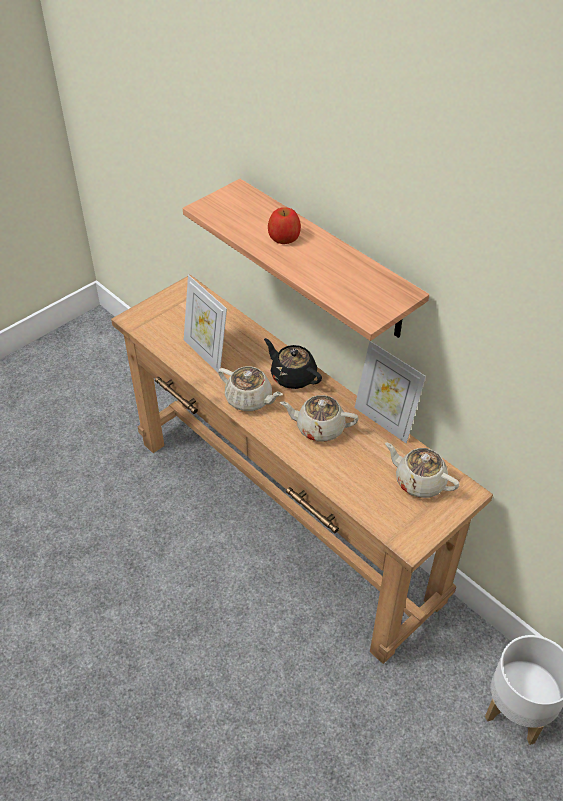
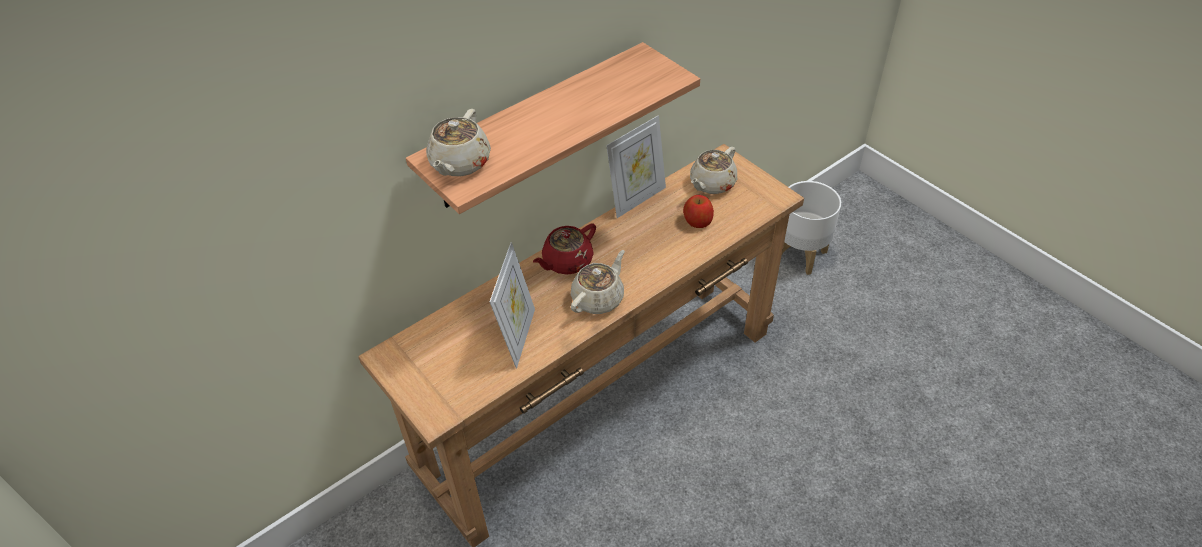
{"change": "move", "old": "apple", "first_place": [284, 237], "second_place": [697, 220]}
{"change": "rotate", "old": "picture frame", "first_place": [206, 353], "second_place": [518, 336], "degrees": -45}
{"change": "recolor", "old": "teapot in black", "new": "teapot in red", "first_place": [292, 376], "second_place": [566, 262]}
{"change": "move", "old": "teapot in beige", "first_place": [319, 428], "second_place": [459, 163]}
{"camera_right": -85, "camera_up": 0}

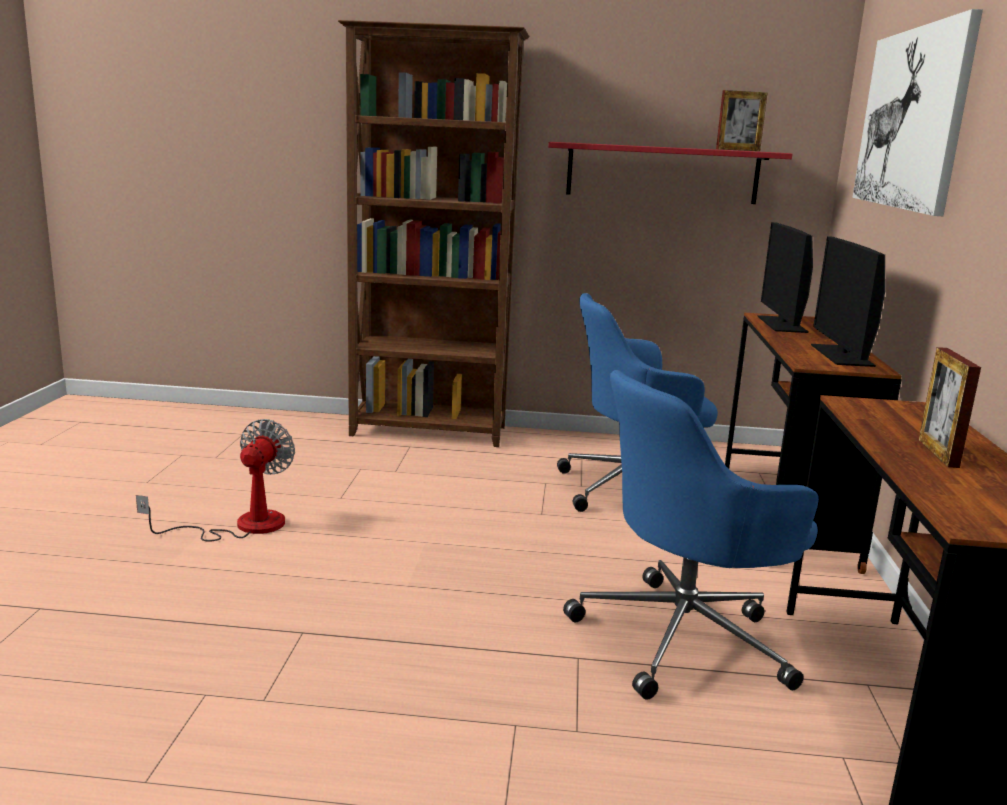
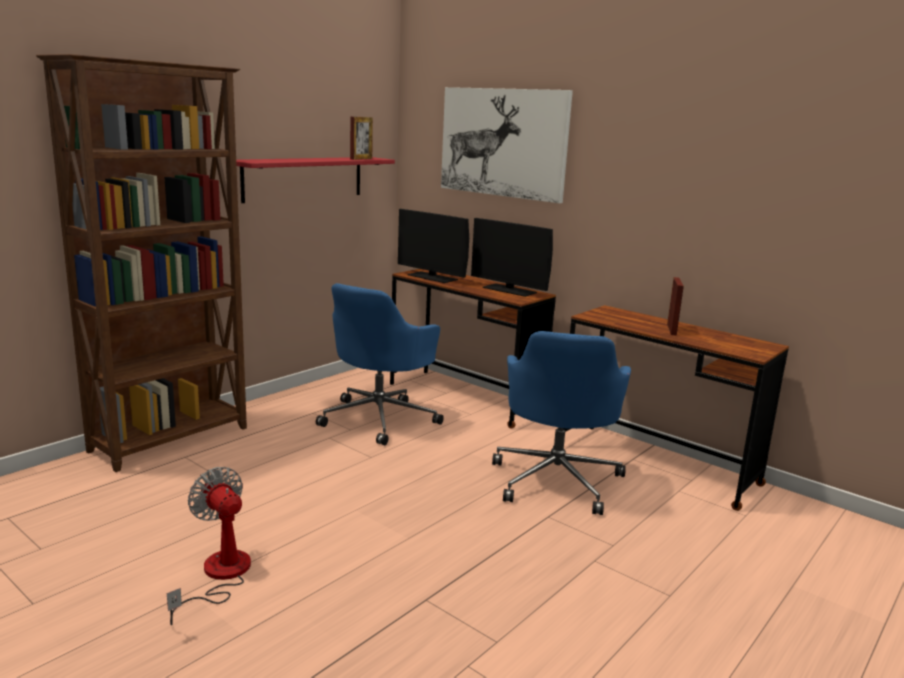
{"change": "rotate", "old": "picture frame", "first_place": [938, 453], "second_place": [671, 329], "degrees": -120}
{"camera_right": -55, "camera_up": 0}

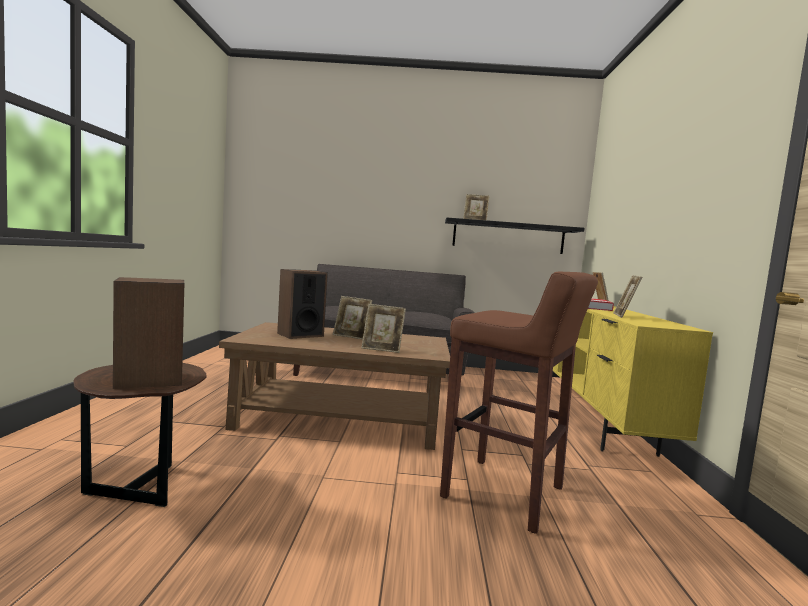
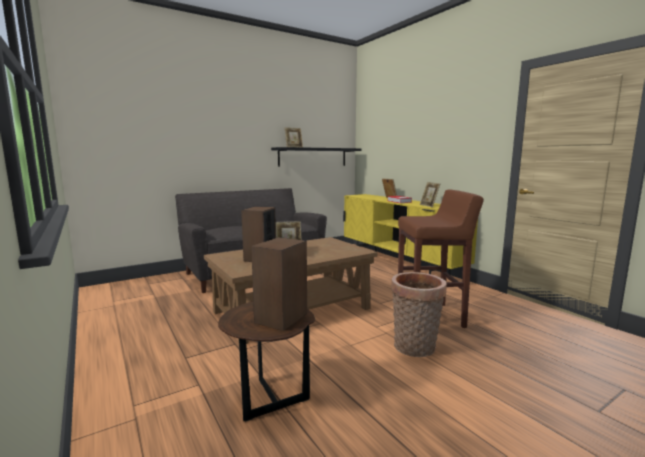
{"change": "delete", "old": "picture frame", "first_place": [382, 349]}
{"change": "insert", "new": "basket", "second_place": [415, 348]}
{"camera_right": -35, "camera_up": 5}

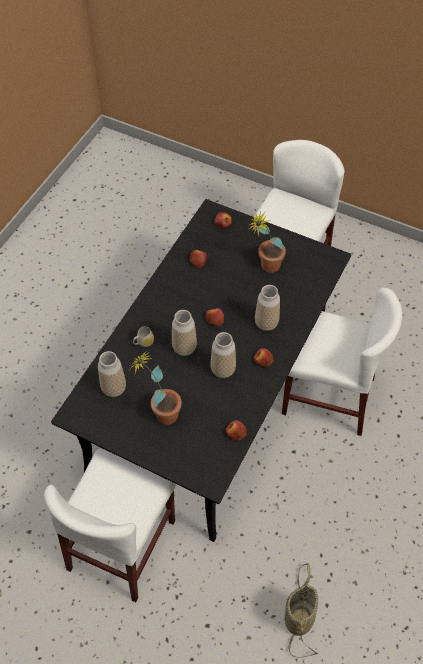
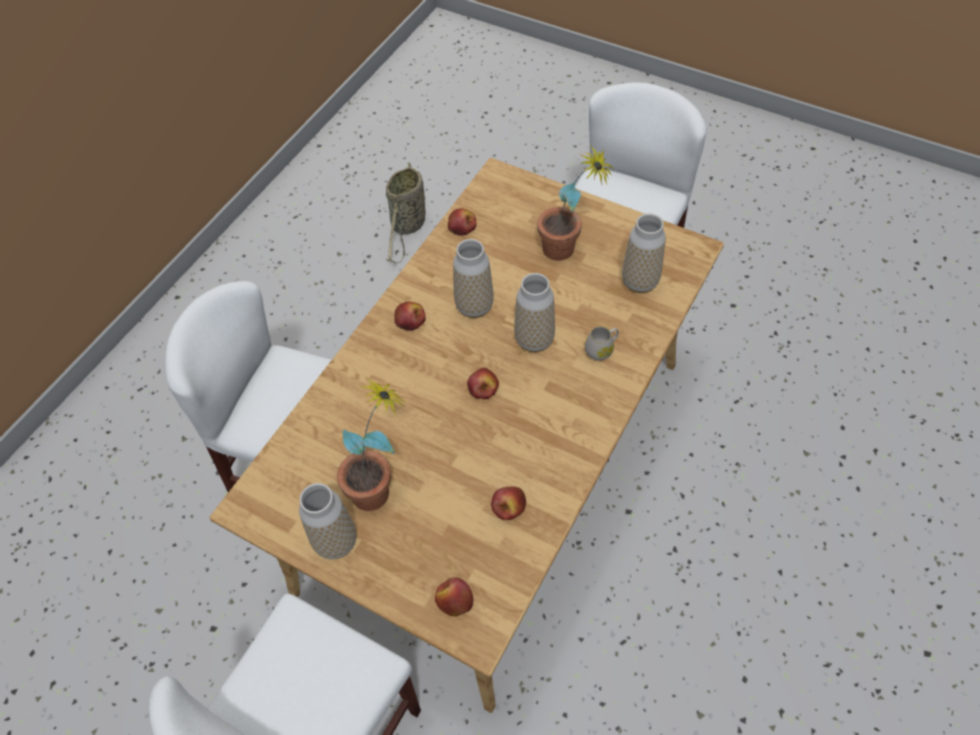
{"change": "recolor", "old": "dining table in black", "new": "dining table in beige", "first_place": [212, 400], "second_place": [495, 471]}
{"change": "move", "old": "vase", "first_place": [266, 323], "second_place": [336, 542]}
{"camera_right": -175, "camera_up": 0}

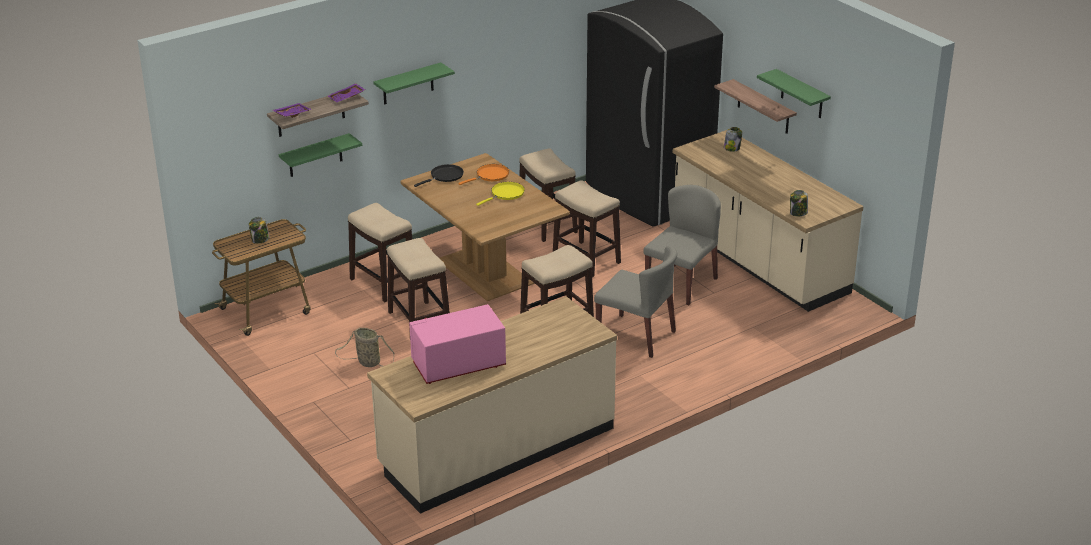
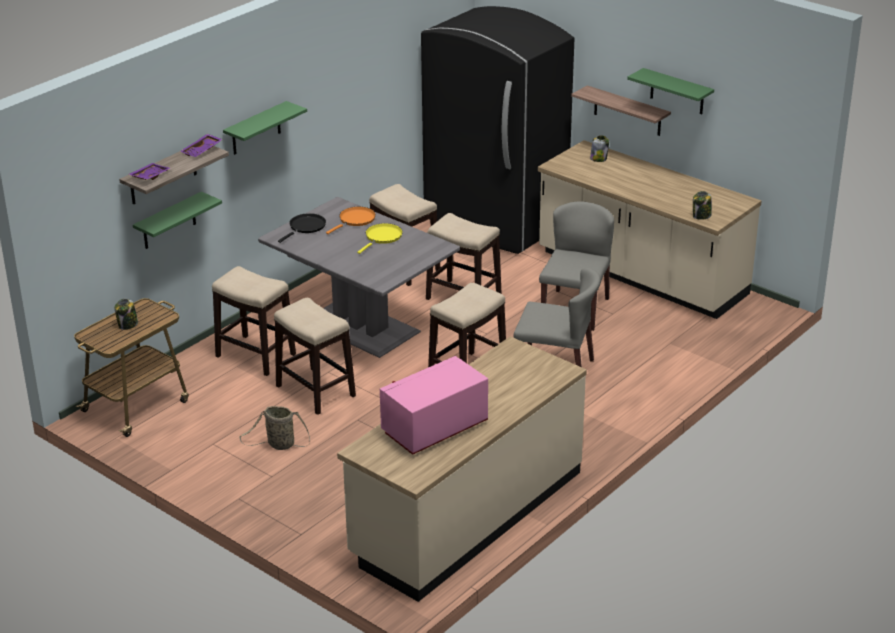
{"change": "recolor", "old": "dining table in brown", "new": "dining table in grey", "first_place": [485, 271], "second_place": [362, 326]}
{"camera_right": -15, "camera_up": 0}

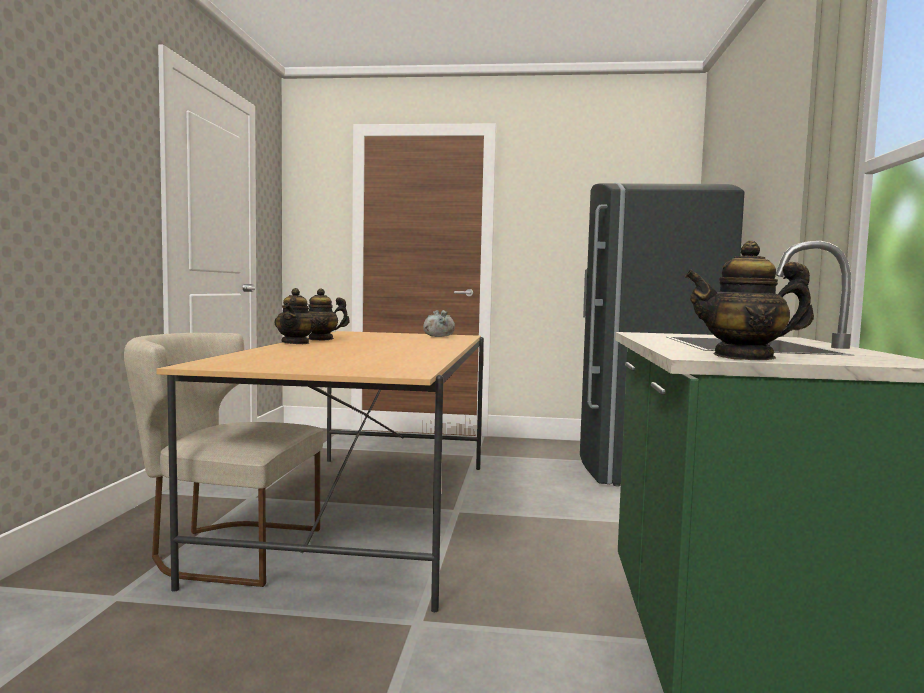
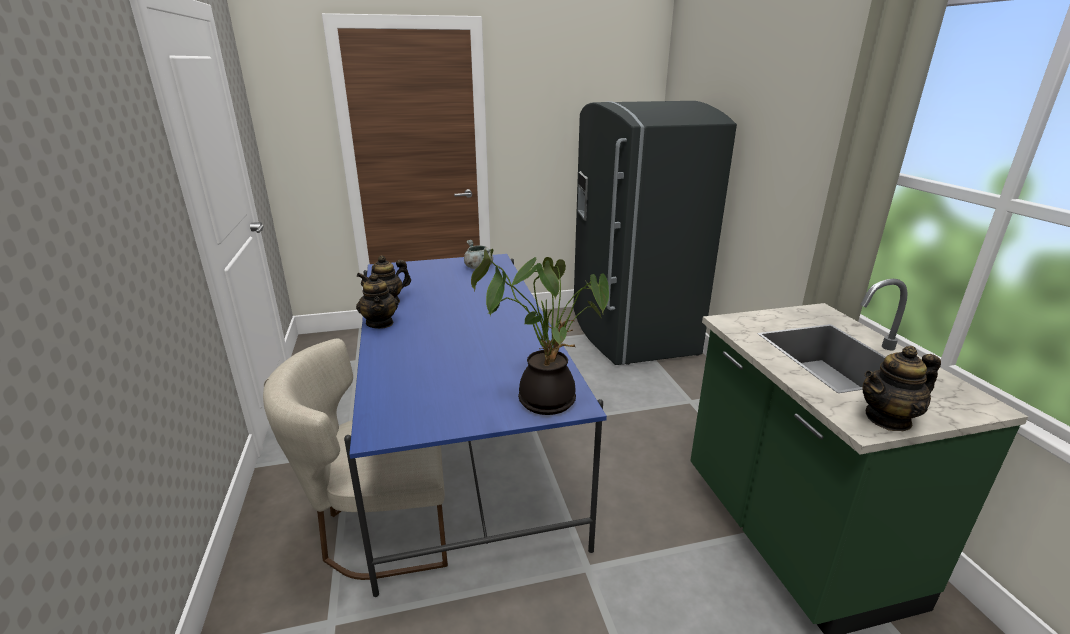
{"change": "recolor", "old": "dining table in beige", "new": "dining table in blue", "first_place": [366, 513], "second_place": [463, 447]}
{"change": "insert", "new": "potted plant", "second_place": [545, 398]}
{"camera_right": -20, "camera_up": 20}

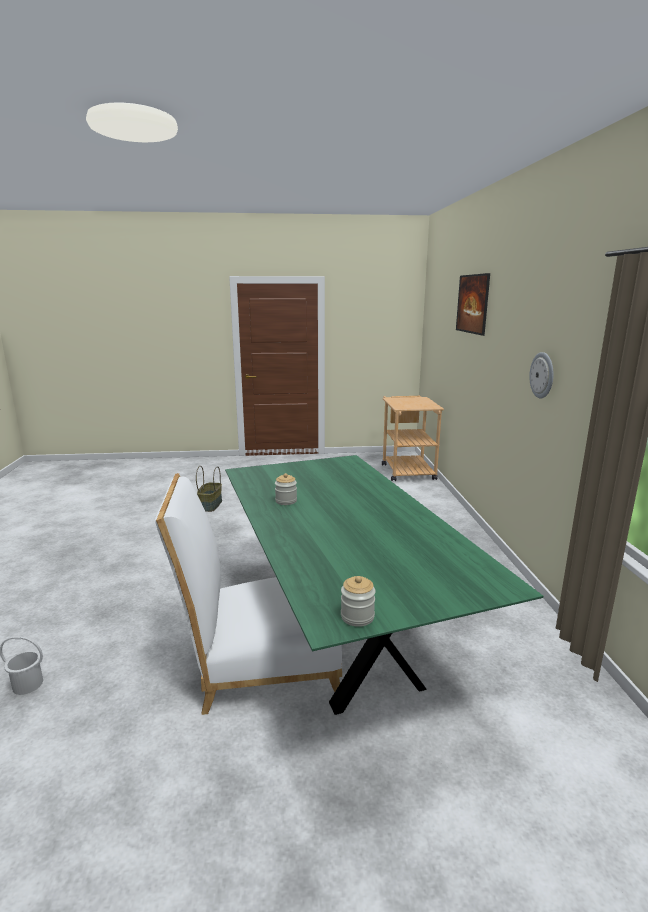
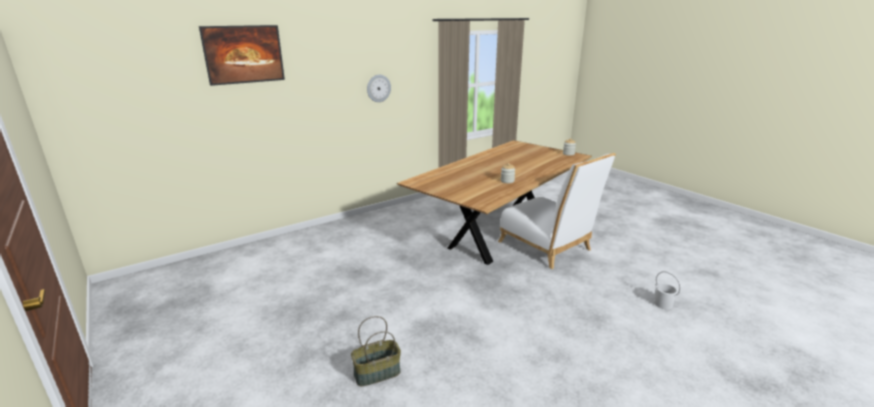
{"change": "delete", "old": "cart in beige", "first_place": [406, 470]}
{"change": "recolor", "old": "dining table in green", "new": "dining table in brown", "first_place": [341, 632], "second_place": [498, 236]}
{"camera_right": -120, "camera_up": 5}

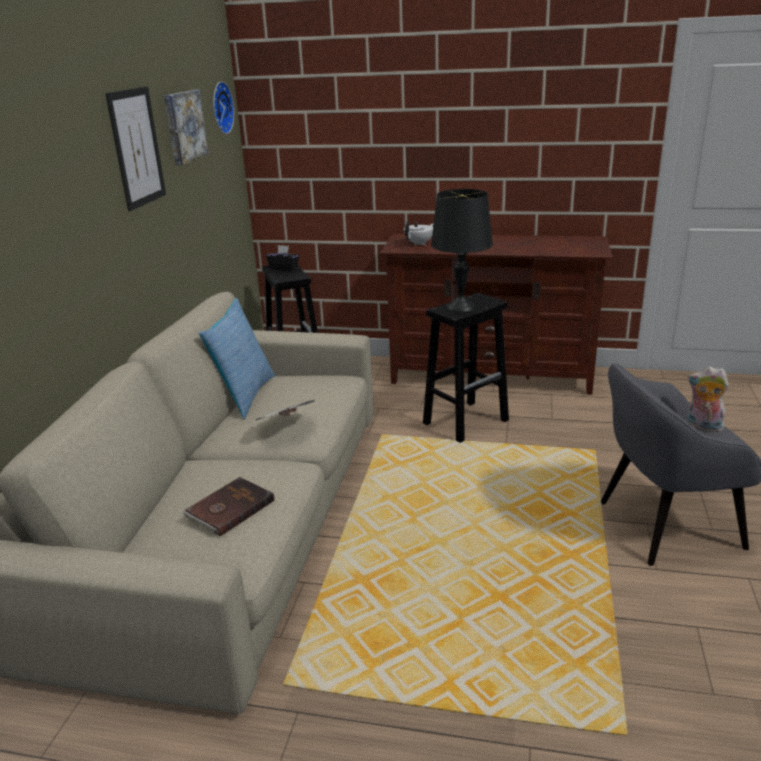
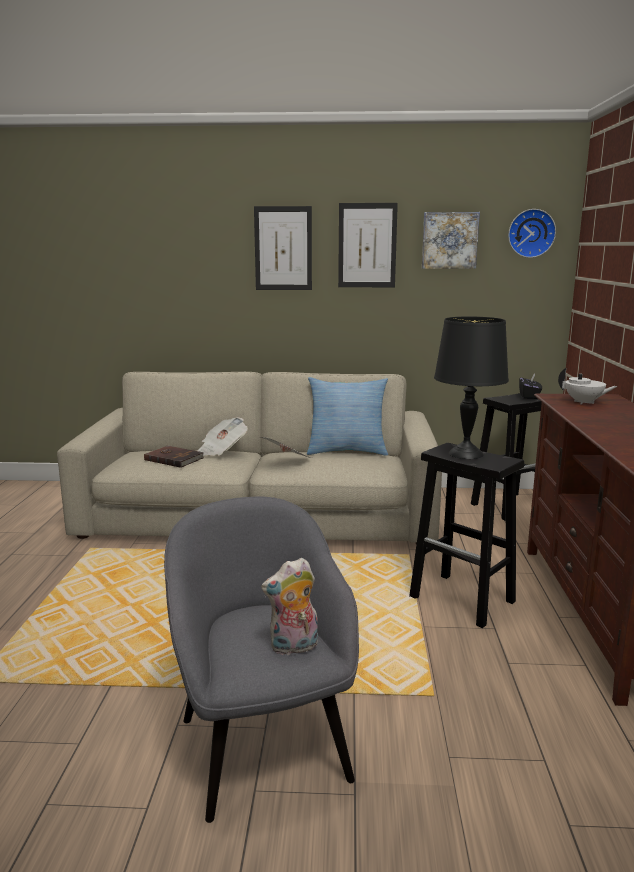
{"change": "rotate", "old": "plush toy", "first_place": [702, 427], "second_place": [293, 647], "degrees": -135}
{"change": "insert", "new": "picture", "second_place": [283, 248]}
{"change": "insert", "new": "newspaper", "second_place": [221, 450]}
{"camera_right": 80, "camera_up": -10}

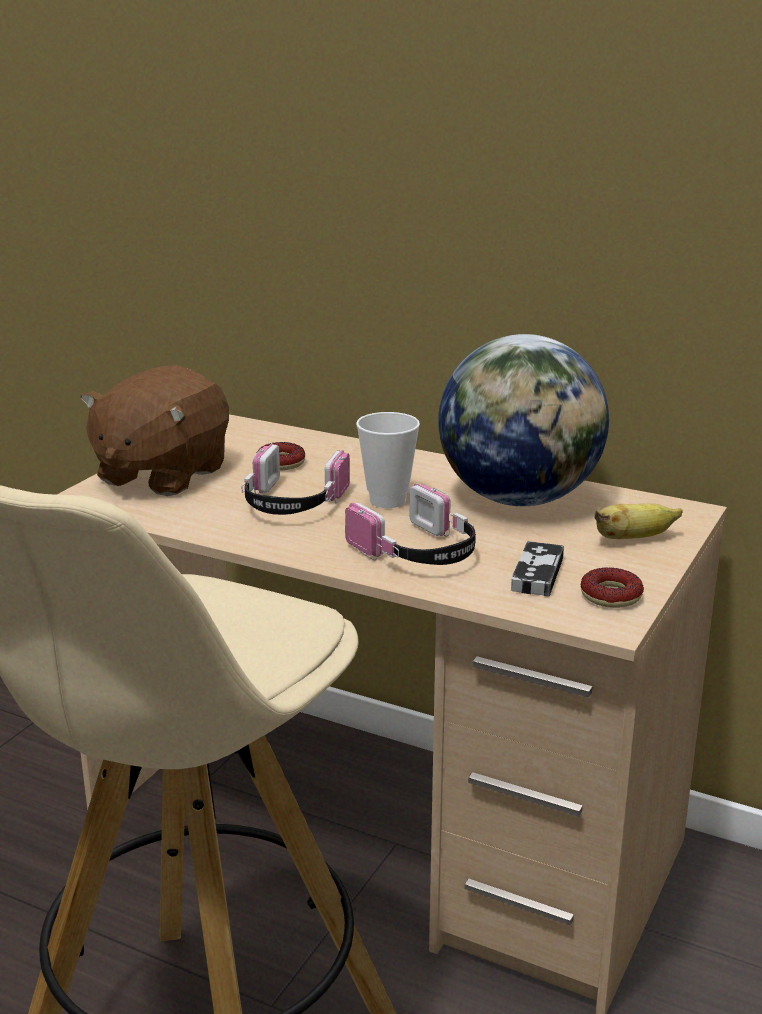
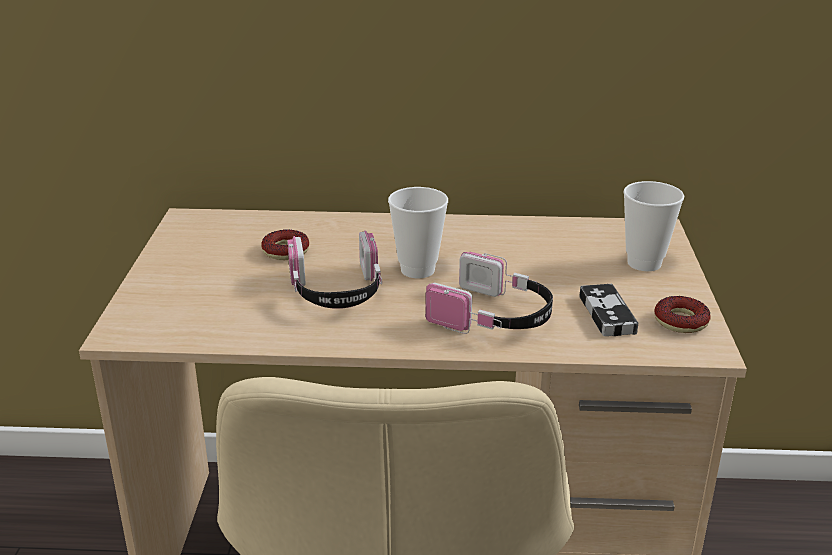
{"change": "delete", "old": "globe", "first_place": [520, 499]}
{"change": "delete", "old": "plush toy in brown", "first_place": [161, 474]}
{"change": "replace", "old": "banana", "new": "cup", "first_place": [633, 538], "second_place": [644, 263]}
{"camera_right": -25, "camera_up": 5}

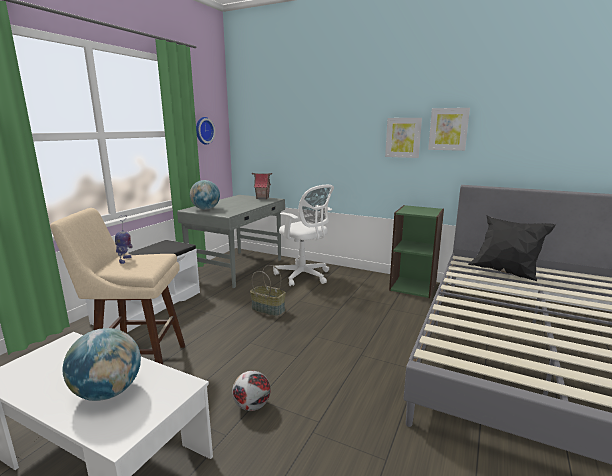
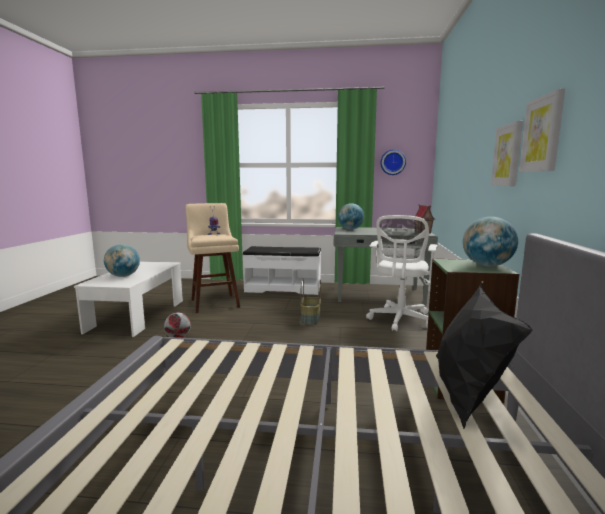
{"change": "insert", "new": "globe", "second_place": [487, 265]}
{"camera_right": 70, "camera_up": -5}

